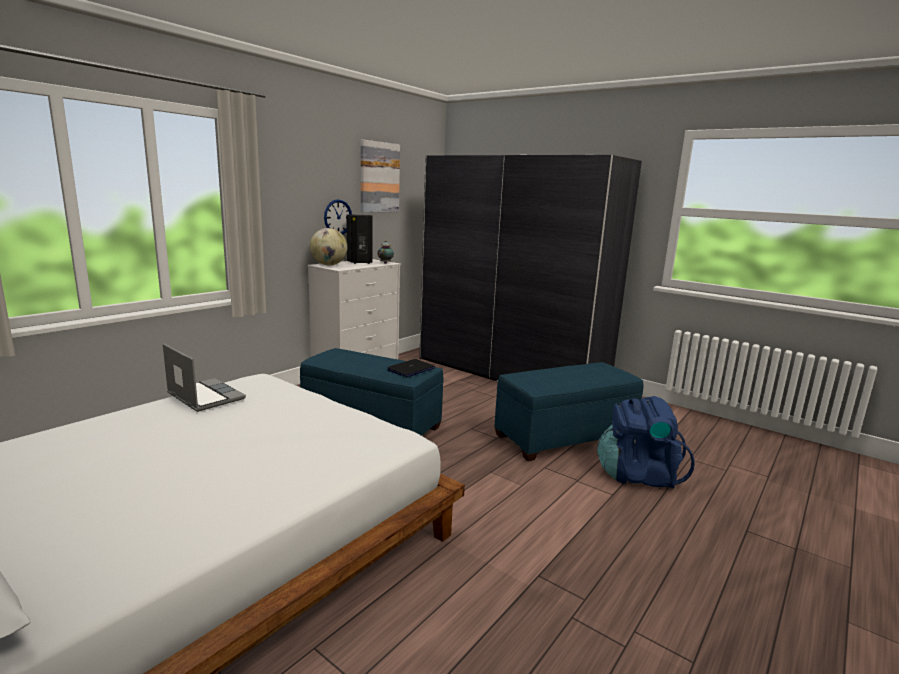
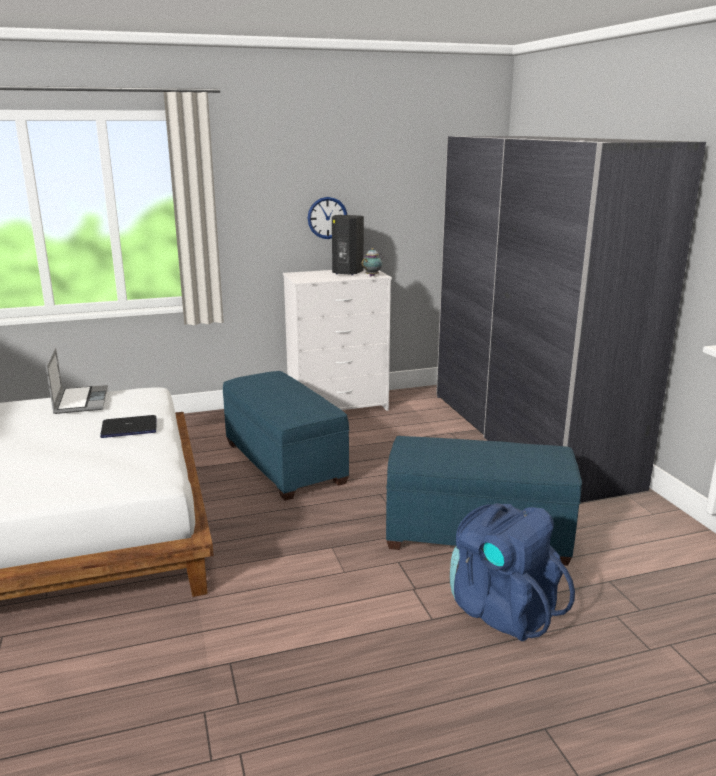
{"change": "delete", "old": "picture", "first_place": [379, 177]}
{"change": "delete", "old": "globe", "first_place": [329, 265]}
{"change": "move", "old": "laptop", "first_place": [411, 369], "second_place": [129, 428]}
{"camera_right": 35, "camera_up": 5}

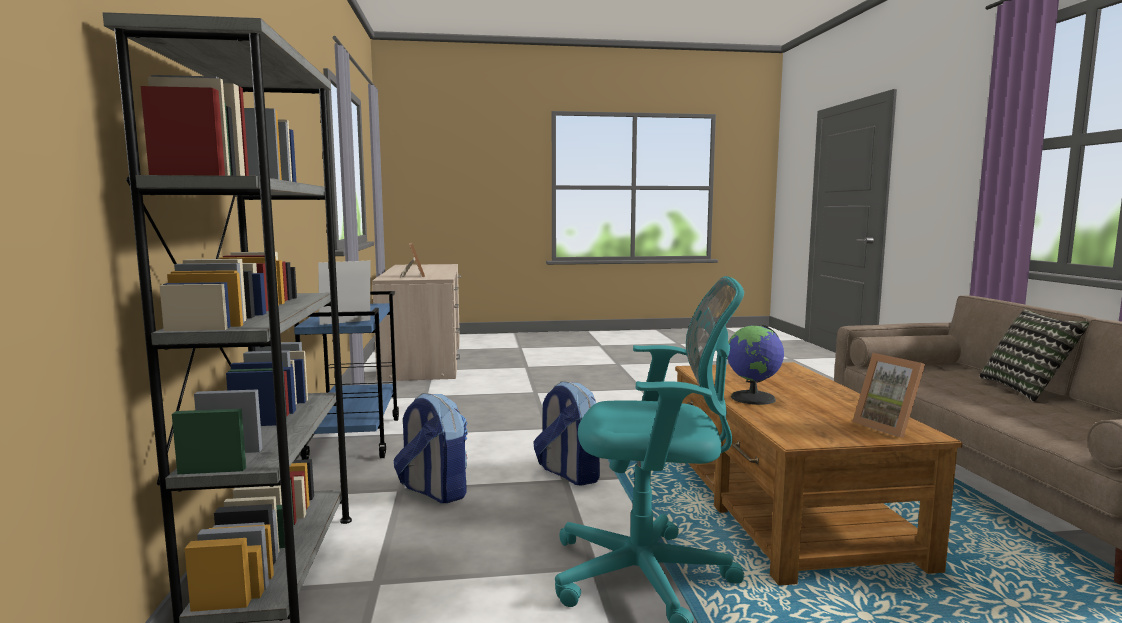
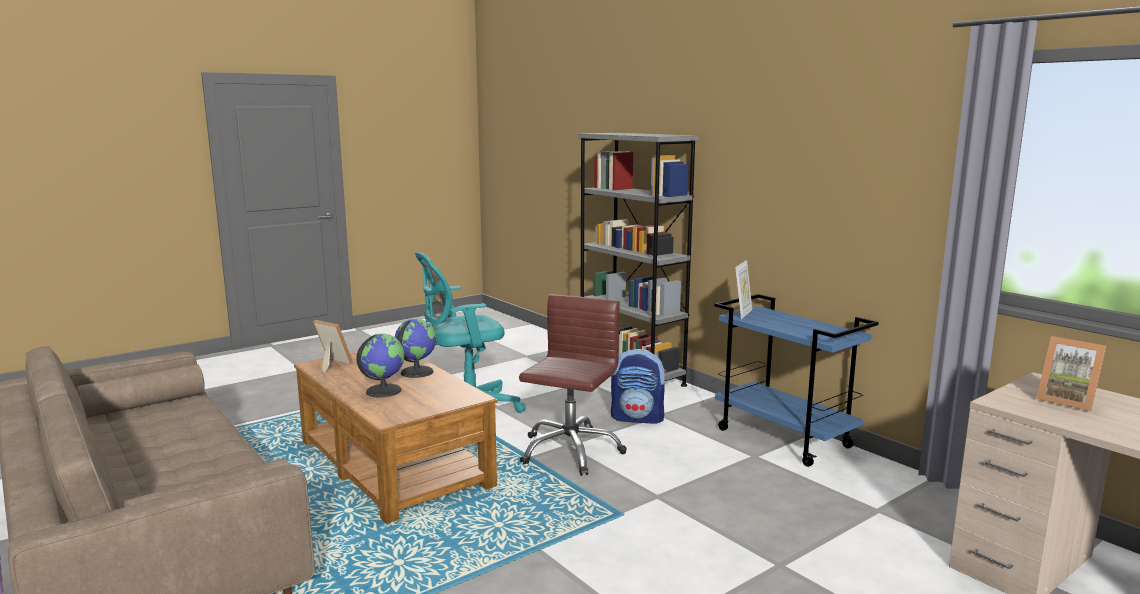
{"change": "delete", "old": "pillow", "first_place": [1026, 389]}
{"change": "replace", "old": "backpack", "new": "office chair in brown", "first_place": [569, 474], "second_place": [570, 451]}
{"change": "insert", "new": "globe", "second_place": [383, 390]}
{"camera_right": 150, "camera_up": 5}

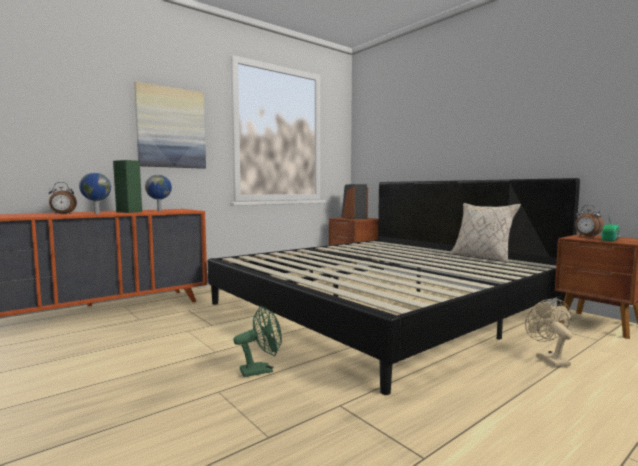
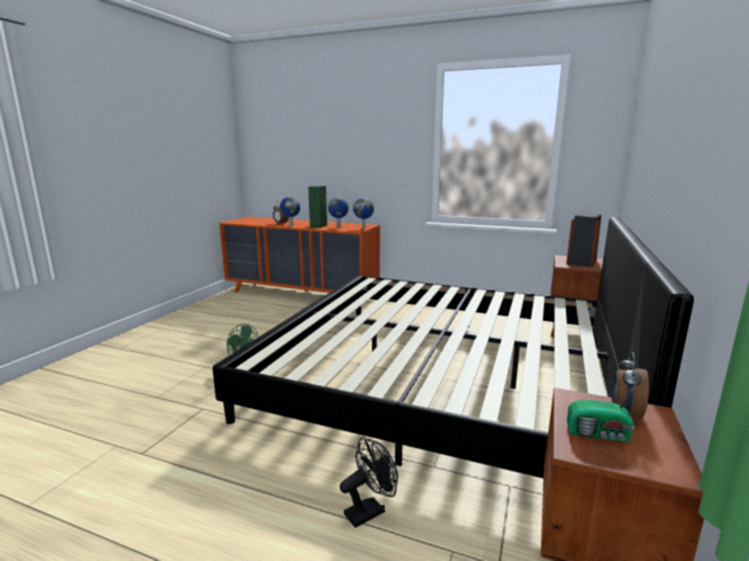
{"change": "delete", "old": "picture", "first_place": [171, 128]}
{"change": "delete", "old": "pillow in beige", "first_place": [482, 257]}
{"change": "recolor", "old": "fan in beige", "new": "fan in black", "first_place": [549, 359], "second_place": [369, 510]}
{"change": "insert", "new": "globe", "second_place": [364, 228]}
{"camera_right": 60, "camera_up": 10}

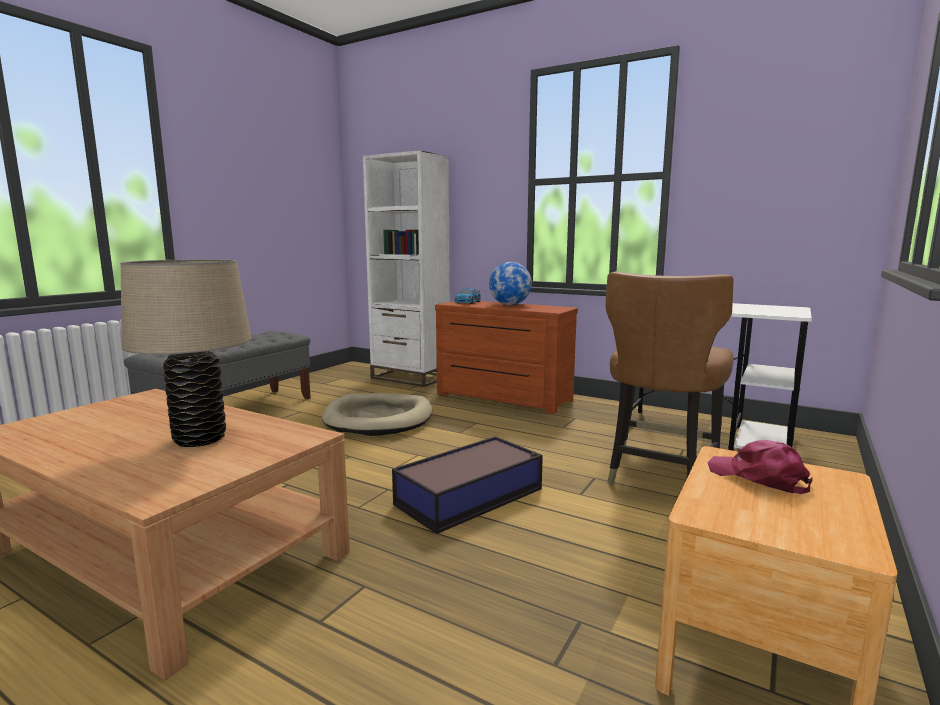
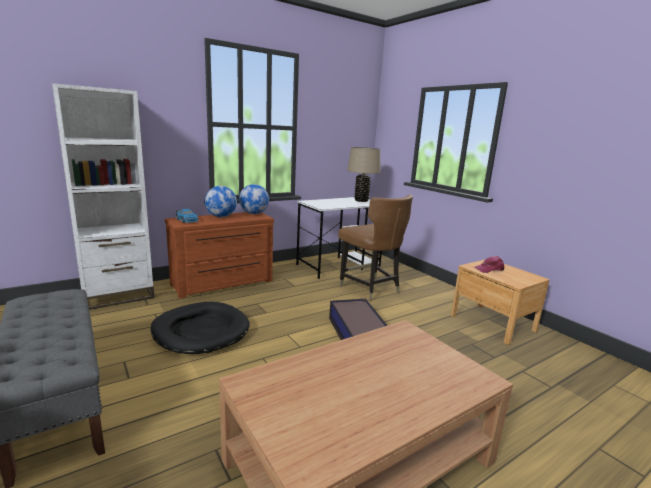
{"change": "move", "old": "table lamp in beige", "first_place": [200, 439], "second_place": [361, 200]}
{"change": "recolor", "old": "dog bed in beige", "new": "dog bed in black", "first_place": [379, 419], "second_place": [201, 331]}
{"change": "insert", "new": "globe", "second_place": [254, 213]}
{"camera_right": -65, "camera_up": 5}

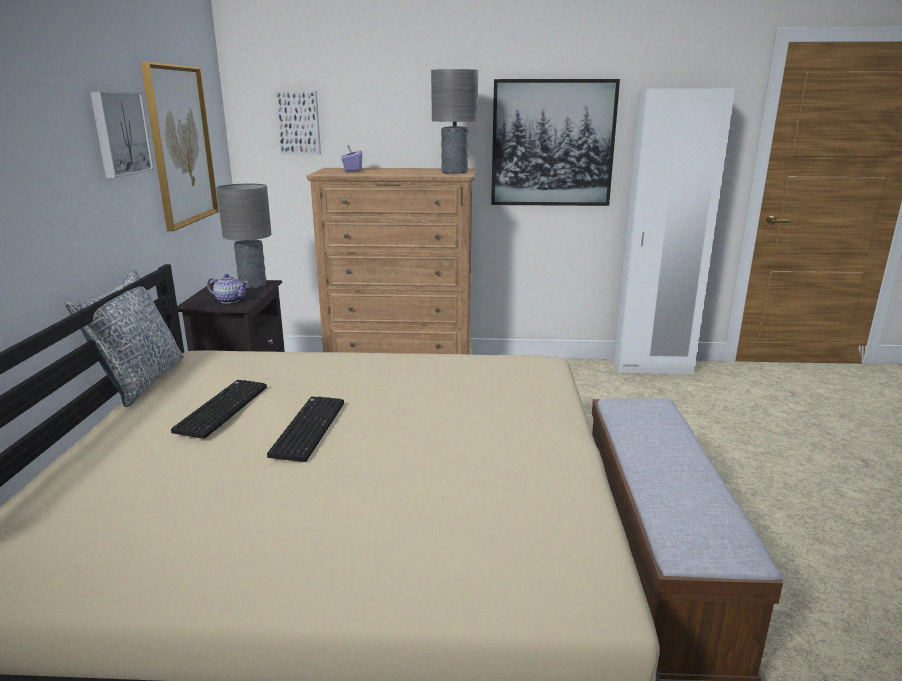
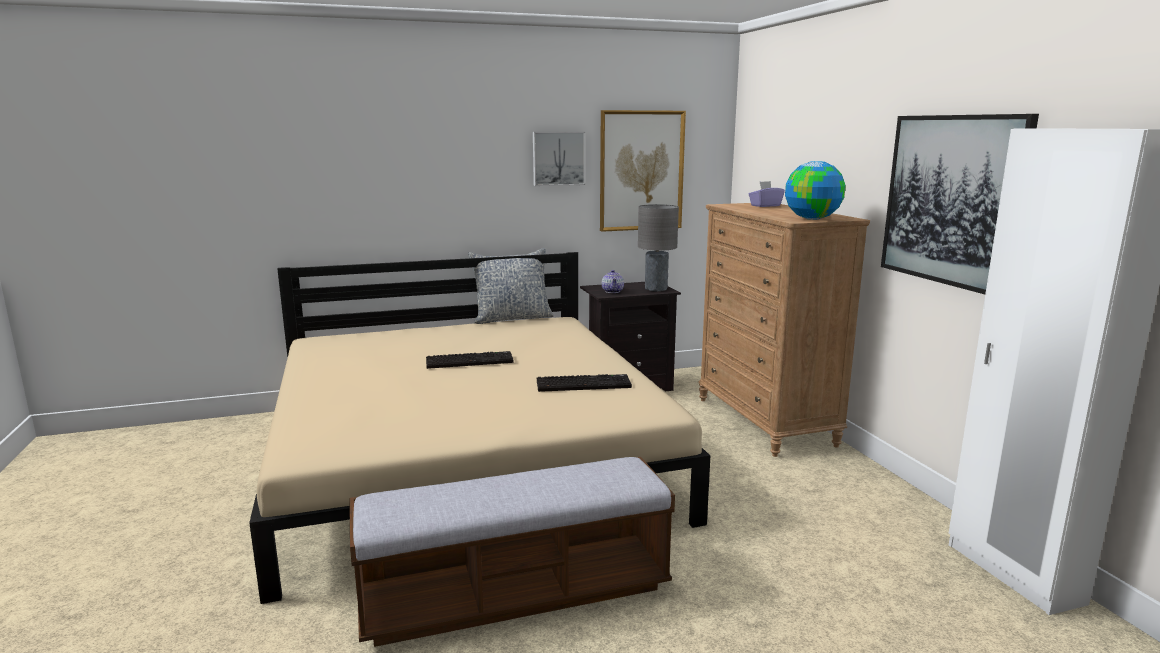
{"change": "replace", "old": "table lamp in grey", "new": "globe", "first_place": [454, 172], "second_place": [812, 218]}
{"change": "delete", "old": "picture", "first_place": [299, 123]}
{"change": "move", "old": "keyboard", "first_place": [221, 408], "second_place": [584, 384]}
{"camera_right": 70, "camera_up": -5}

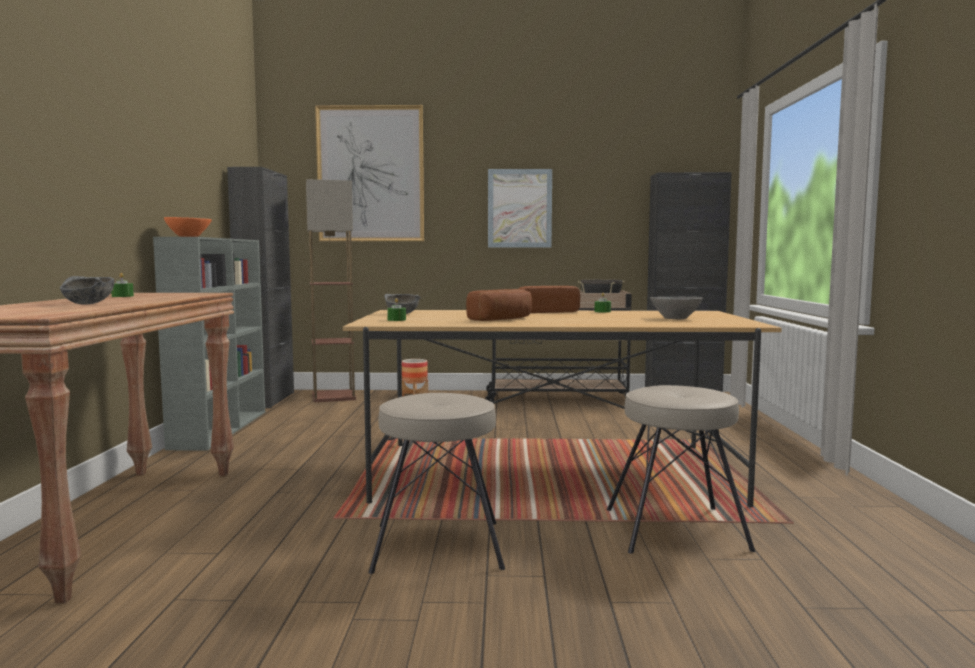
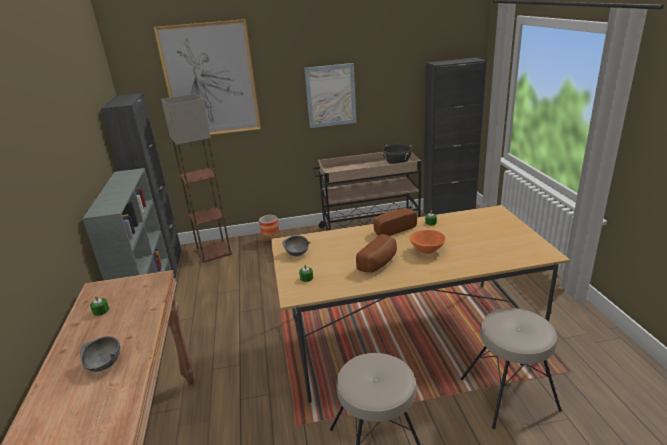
{"change": "move", "old": "bowl in orange", "first_place": [189, 236], "second_place": [427, 250]}
{"change": "delete", "old": "bowl in grey", "first_place": [675, 318]}
{"camera_right": -10, "camera_up": 20}

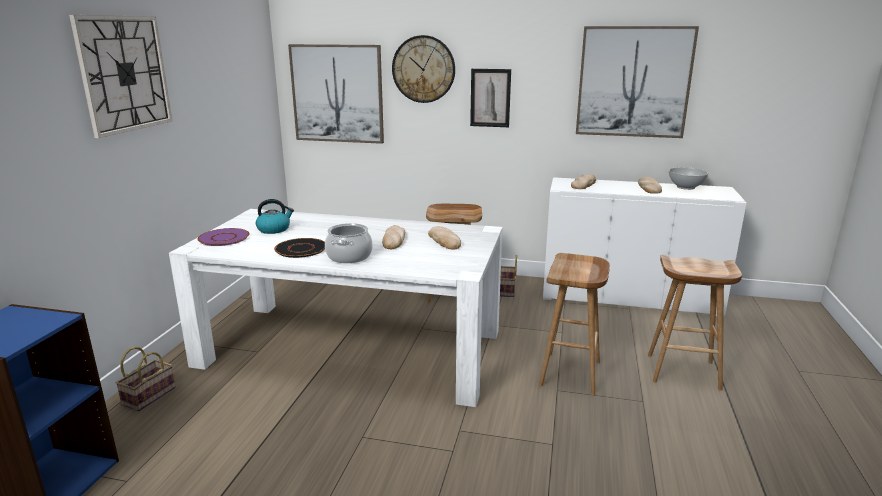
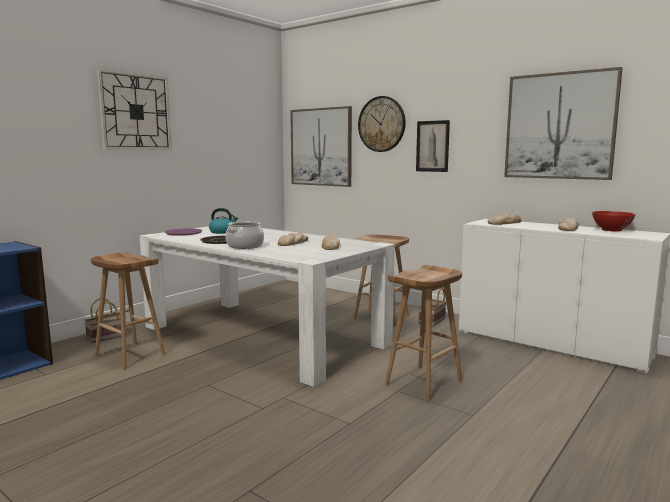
{"change": "recolor", "old": "bowl in white", "new": "bowl in red", "first_place": [685, 187], "second_place": [611, 230]}
{"change": "move", "old": "stool in brown", "first_place": [682, 372], "second_place": [129, 355]}
{"camera_right": 25, "camera_up": -10}

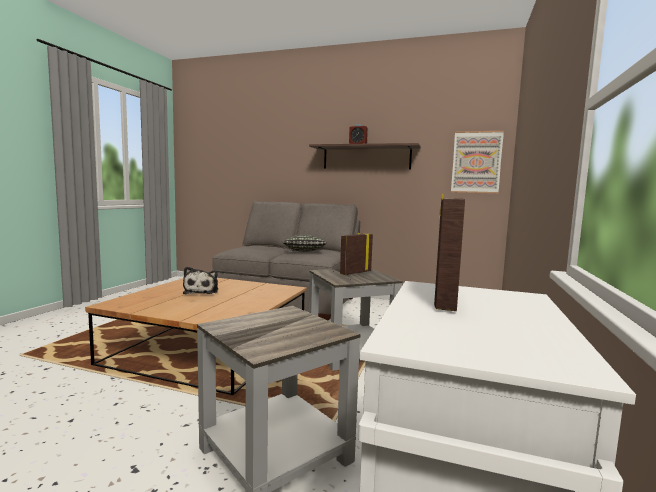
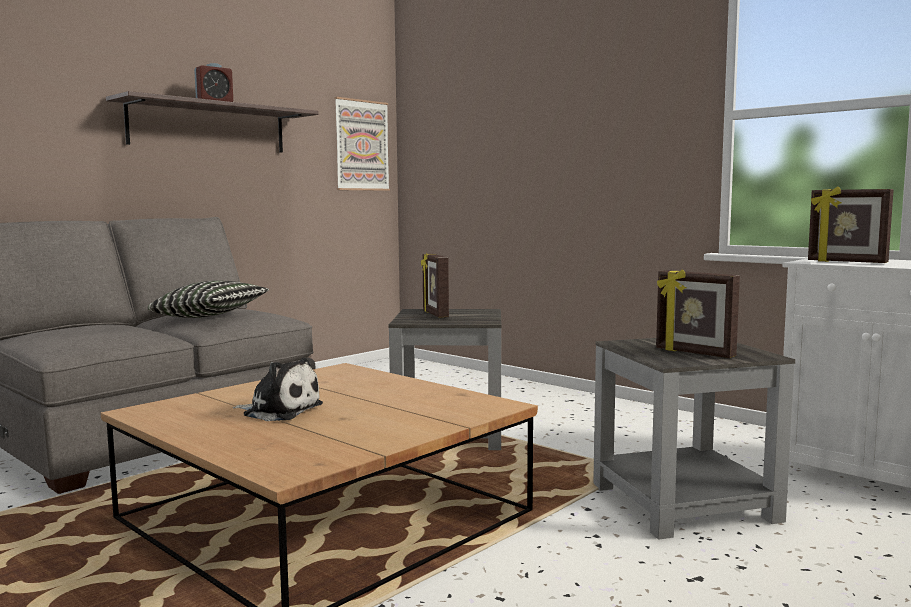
{"change": "insert", "new": "picture frame", "second_place": [694, 353]}
{"camera_right": -65, "camera_up": 0}

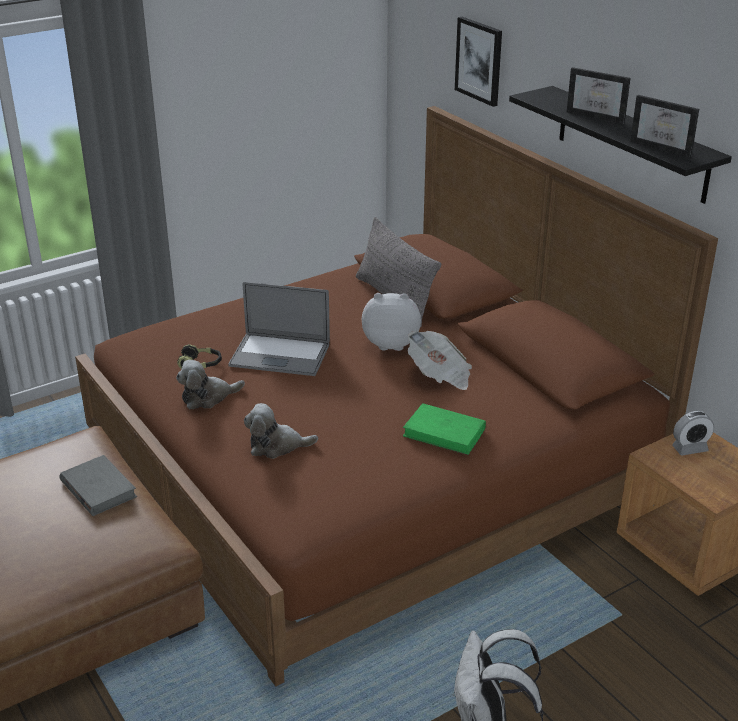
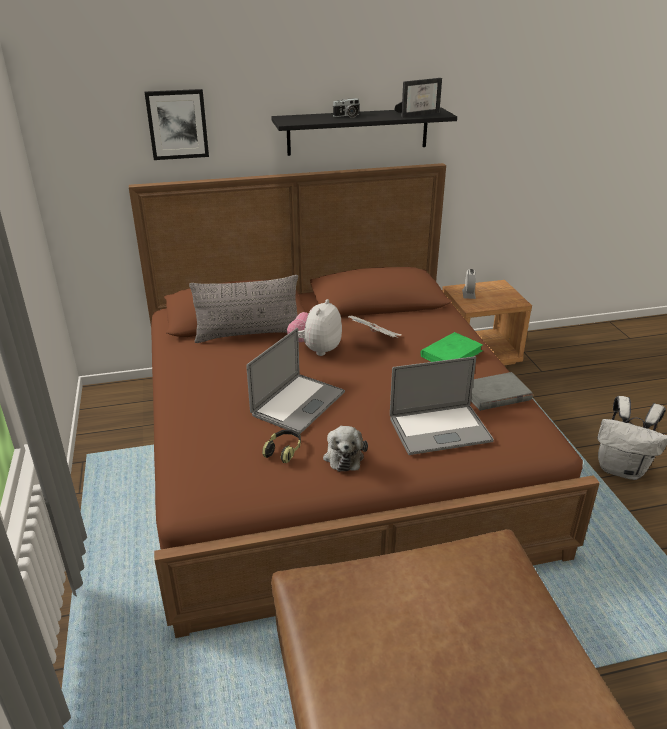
{"change": "replace", "old": "picture frame", "new": "photo camera", "first_place": [598, 116], "second_place": [347, 116]}
{"change": "replace", "old": "plush toy", "new": "laptop", "first_place": [277, 446], "second_place": [440, 429]}
{"change": "move", "old": "book in grey", "first_place": [98, 489], "second_place": [495, 395]}
{"camera_right": -70, "camera_up": 0}

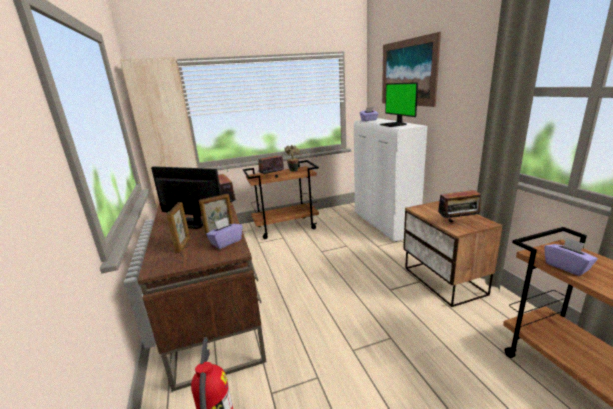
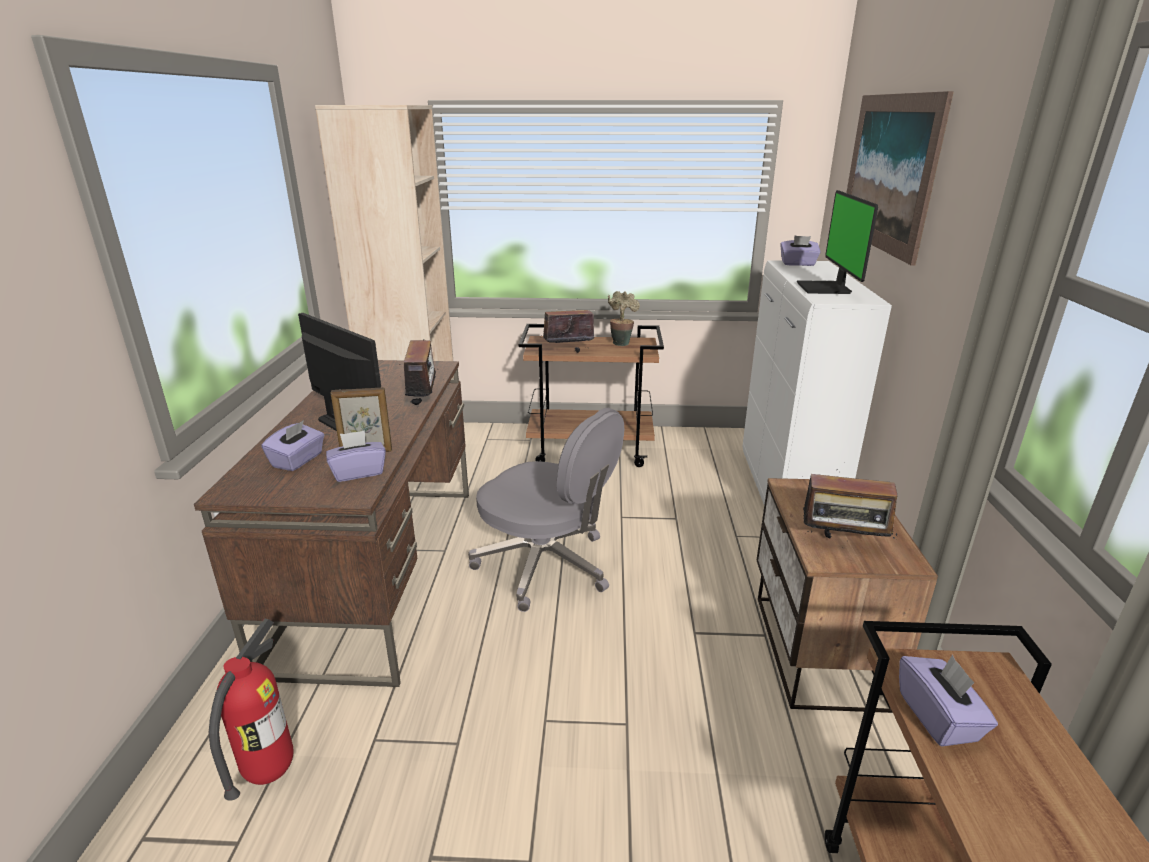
{"change": "replace", "old": "picture frame", "new": "tissue box in purple", "first_place": [183, 245], "second_place": [298, 460]}
{"change": "insert", "new": "office chair in grey", "second_place": [546, 566]}
{"camera_right": 20, "camera_up": 5}

